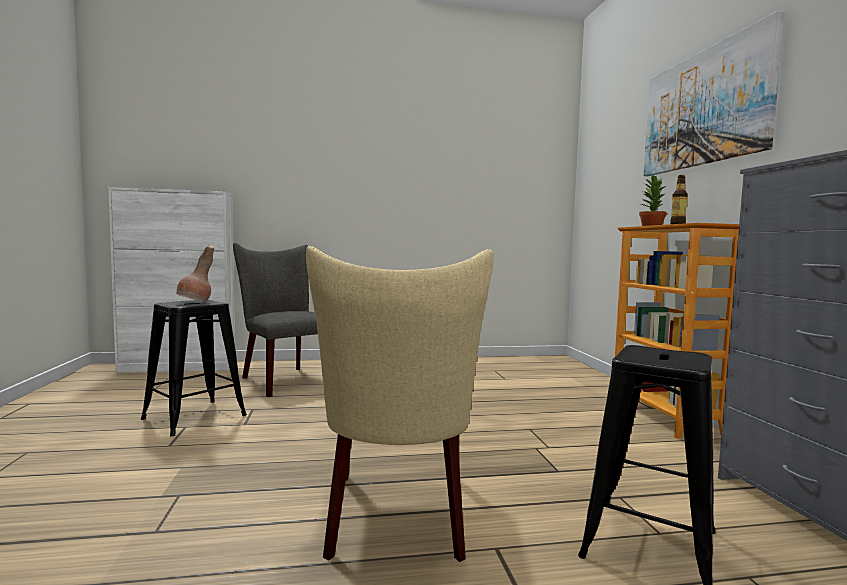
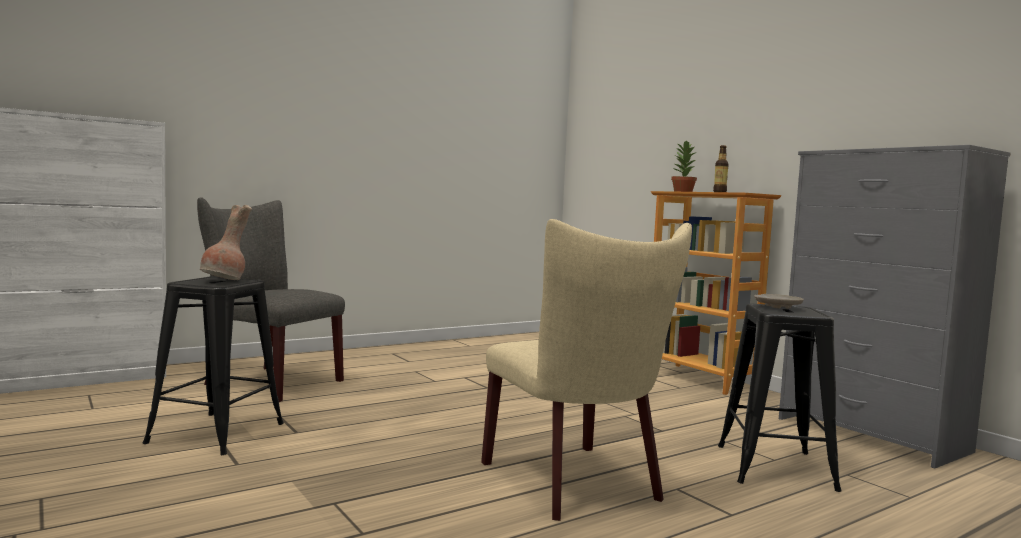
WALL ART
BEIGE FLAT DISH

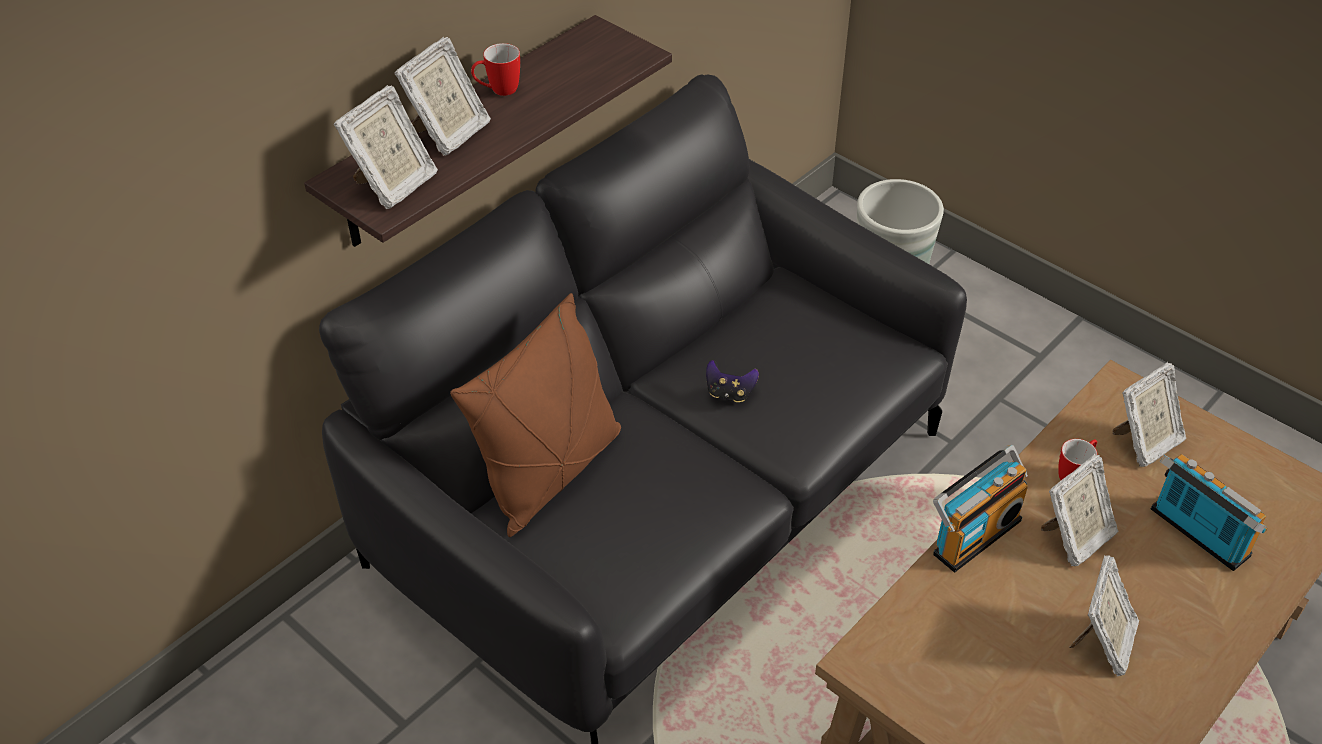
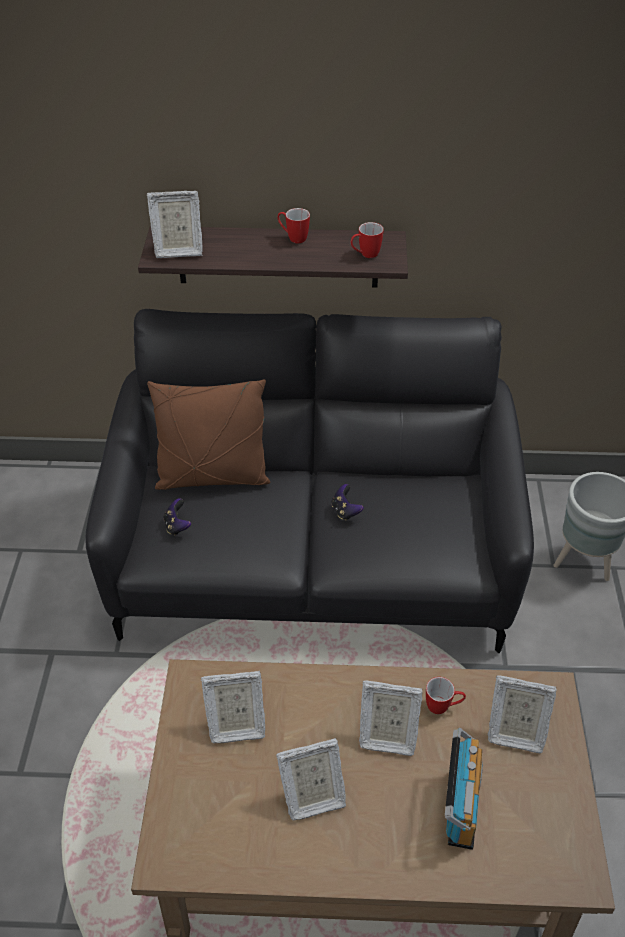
RADIO SET (1st from left in the first image)
JOYPAD (1st from left)
MUG (2nd from left)
PHOTO FRAME (2nd from left)

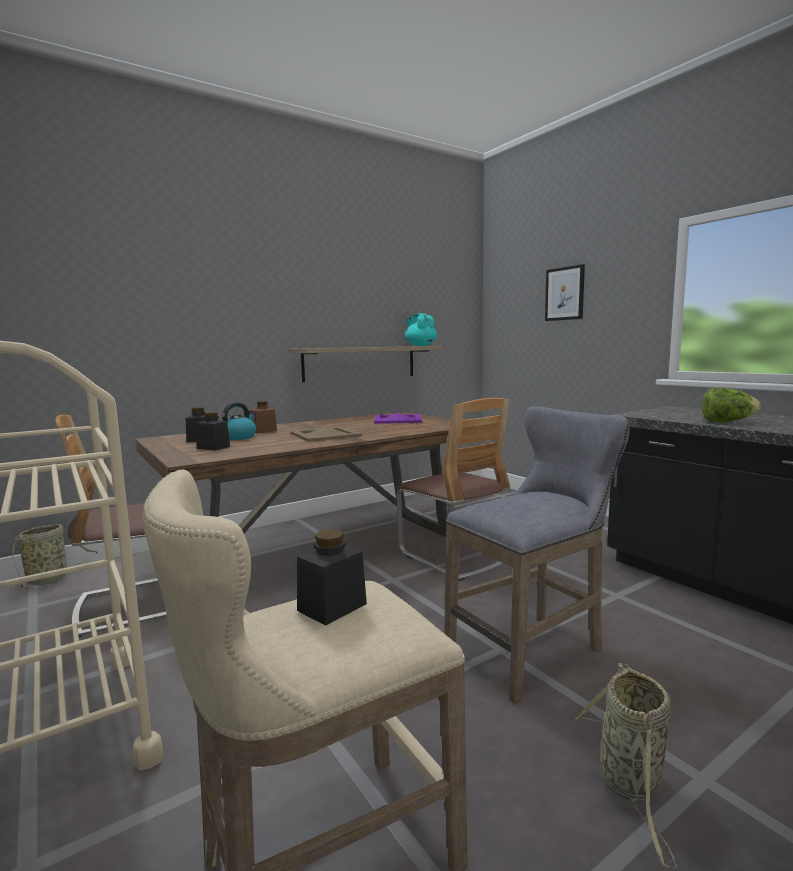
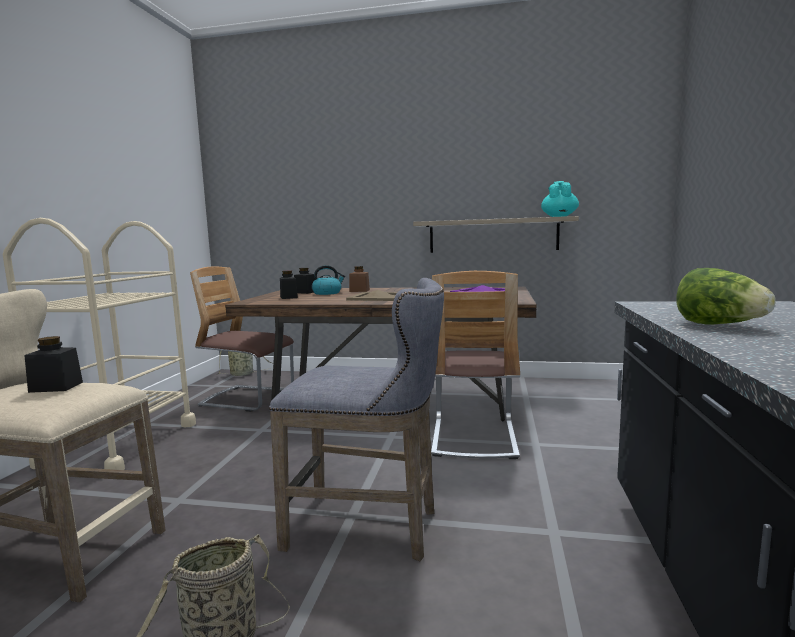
WALL ART

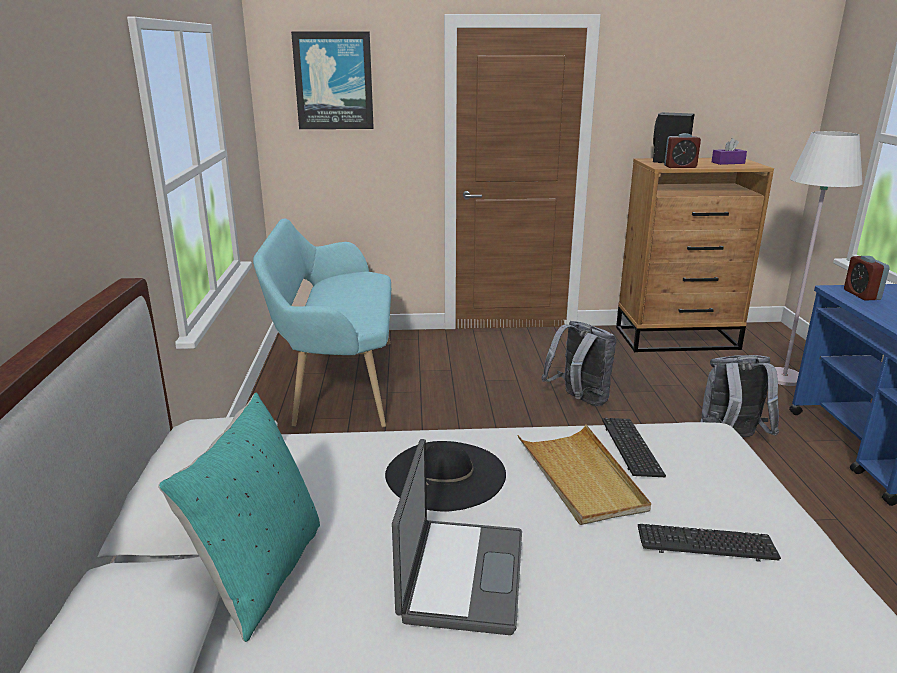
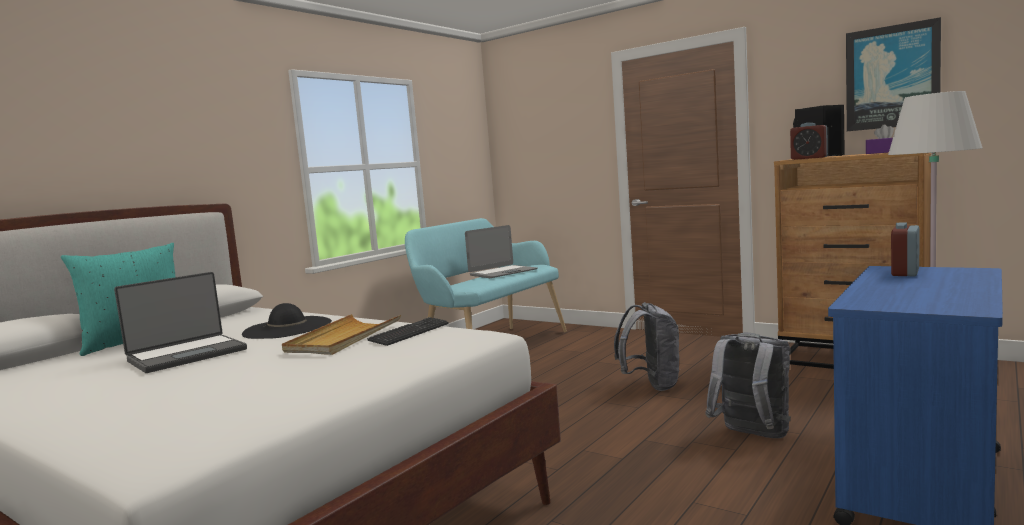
KEYBOARD (2nd from left in the first image)
NOTEBOOK COMPUTER (2nd from left)
WALL ART

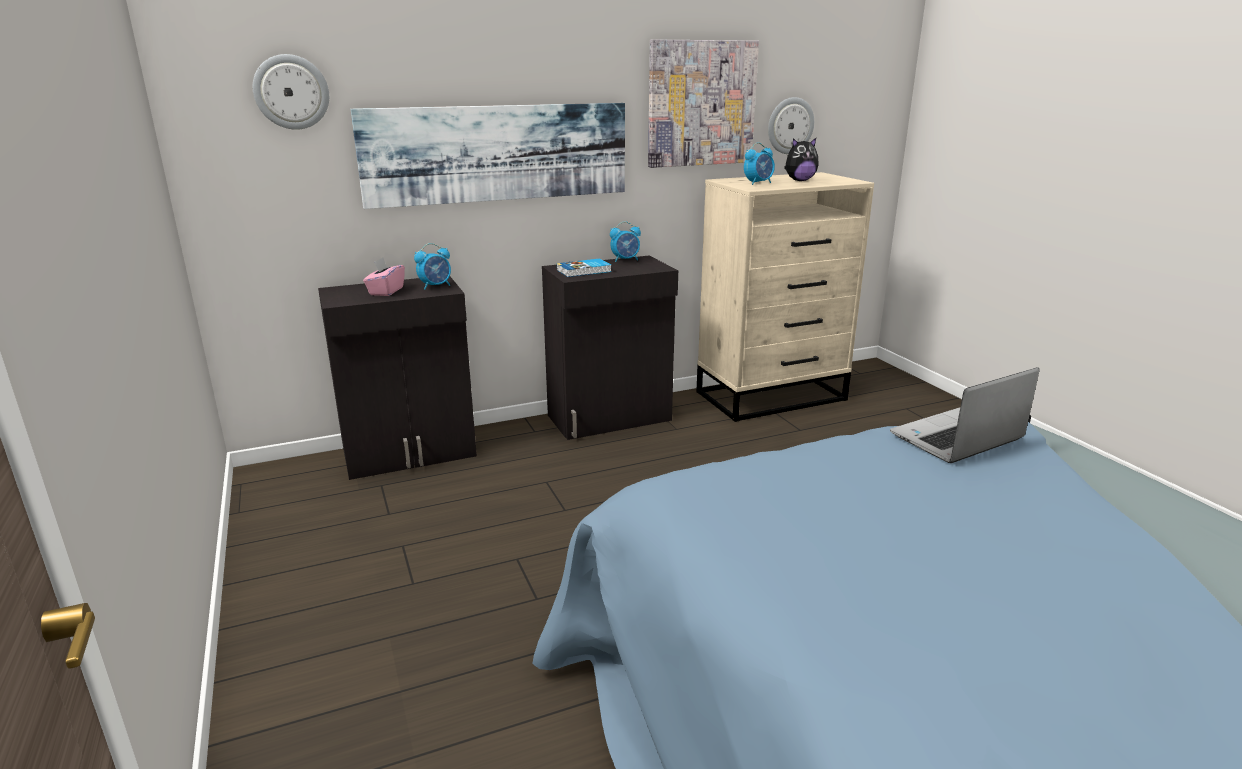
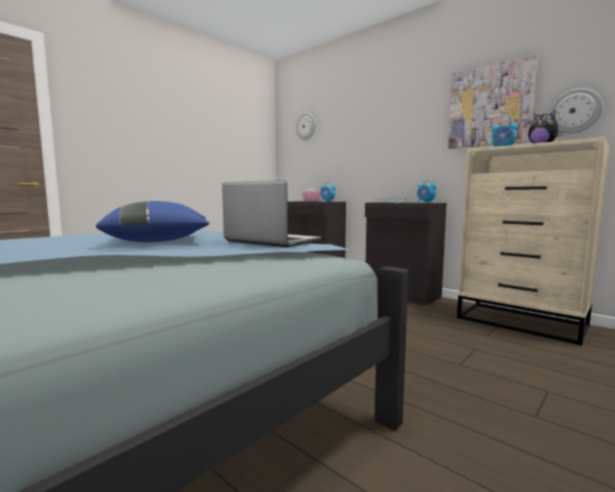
WALL ART (1st from left in the first image)
BLUE PILLOW

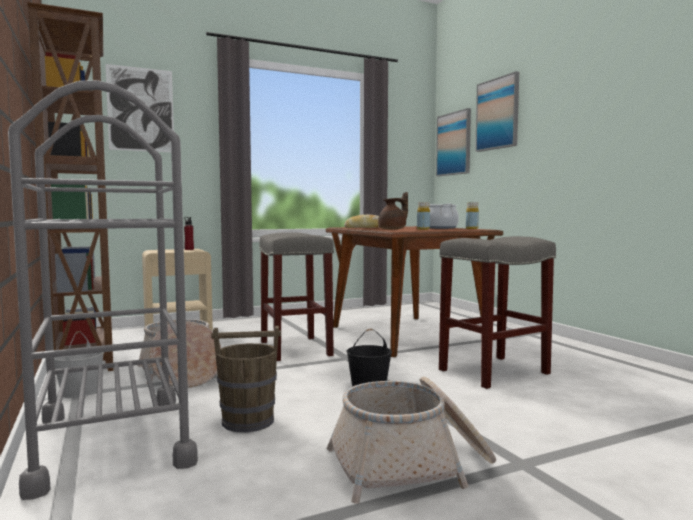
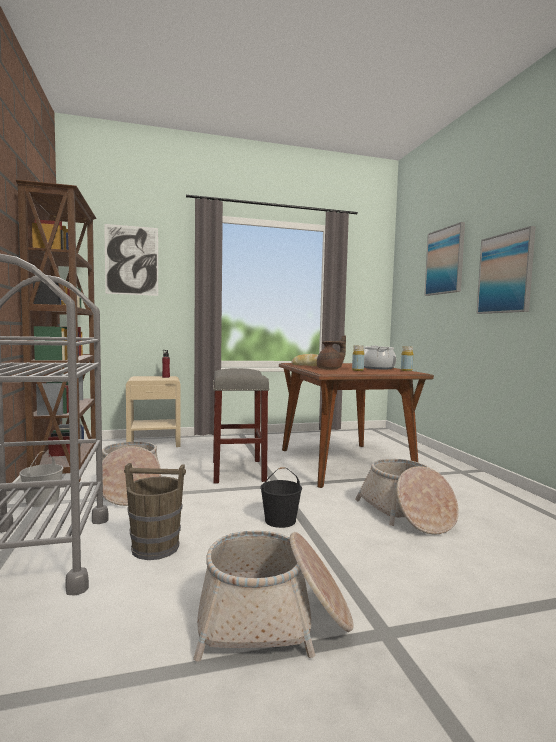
WALL ART (3rd from left)
BASKET (3rd from left)

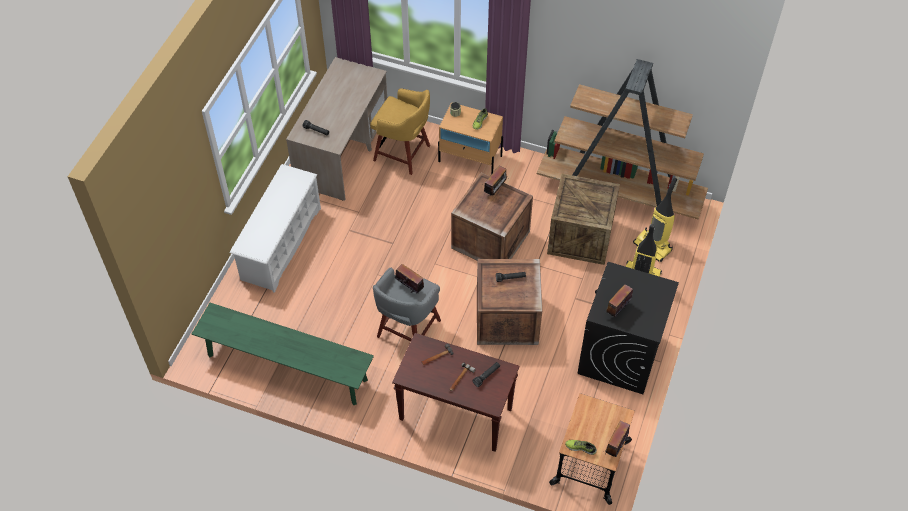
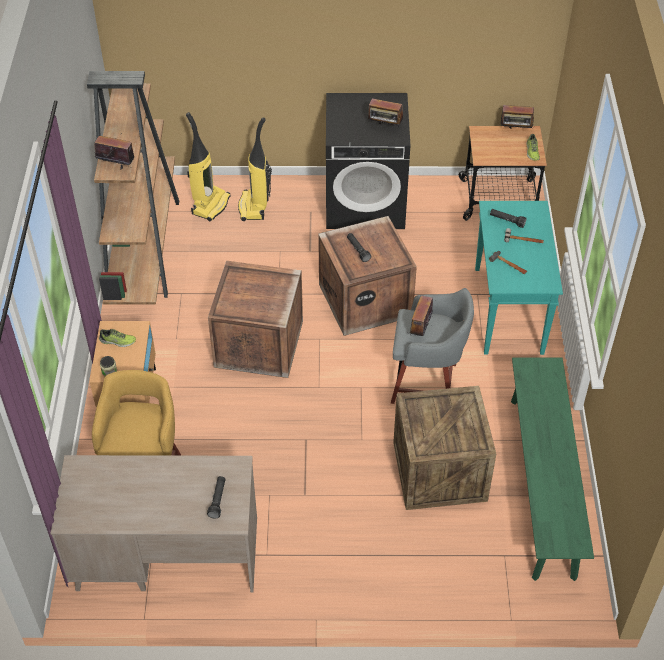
WHITE SHOE RACK
RADIO SET (1st from left)
PACKING CRATE (3rd from left)
BLUE-GREEN HALL TABLE

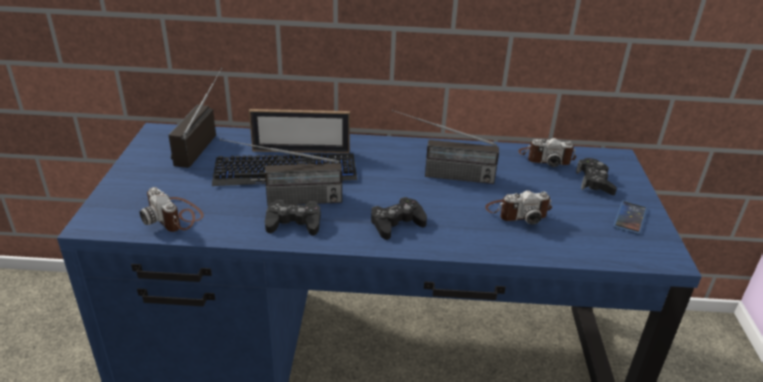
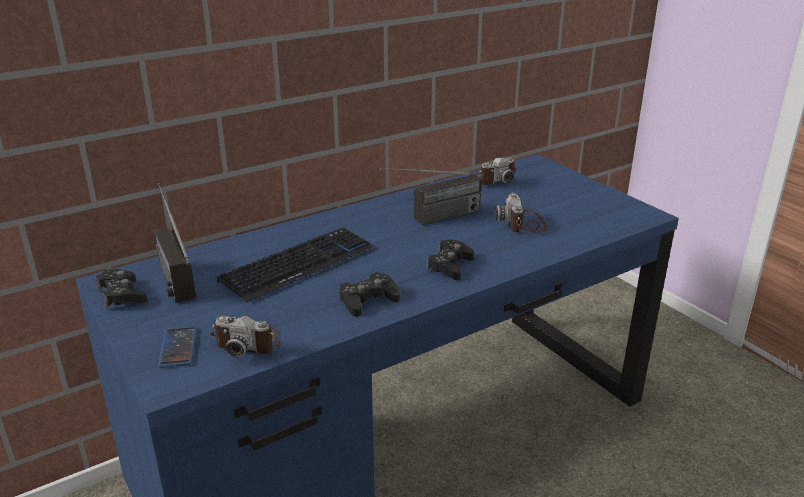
RADIO SET (2nd from left in the first image)
PHOTO FRAME
BLACKISH JOYPAD (1st from left)
PHONE
PHOTO CAMERA (3rd from left)

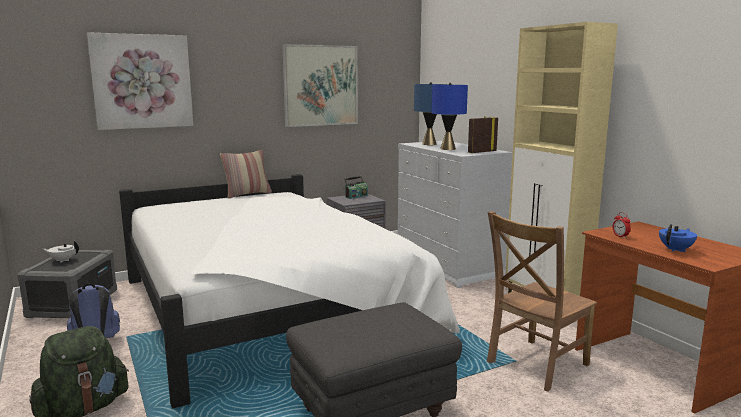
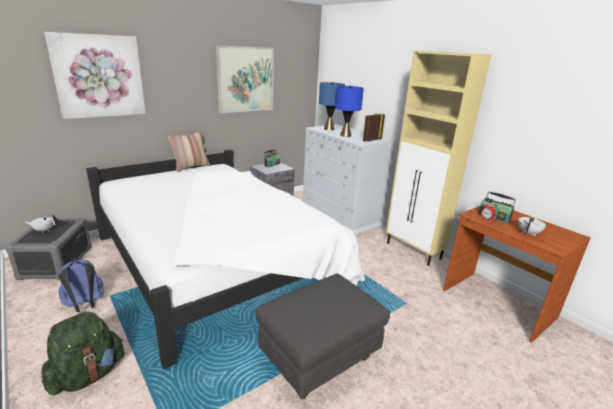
BROWNISH UPRIGHT CHAIR
RADIO SET (2nd from left)
WHITE TEA POT (2nd from left)

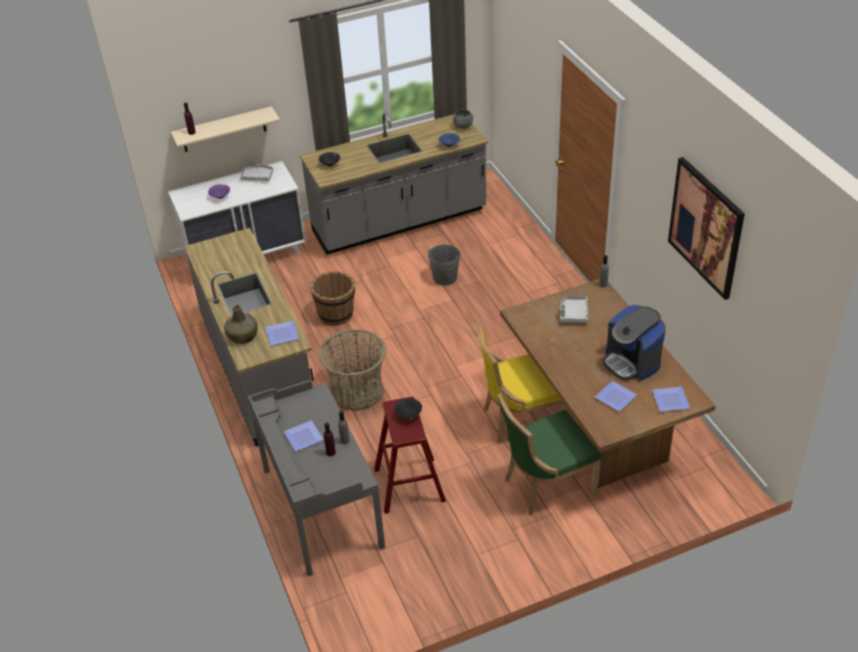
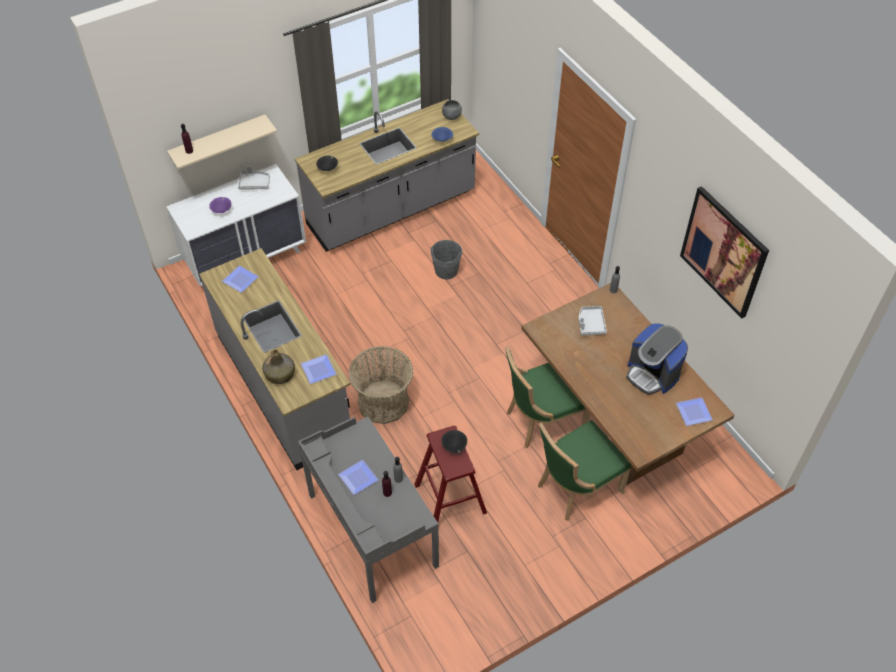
BROWNISH PAIL
FLAT DISH (1st from left)
GREEN UPRIGHT CHAIR (1st from left)

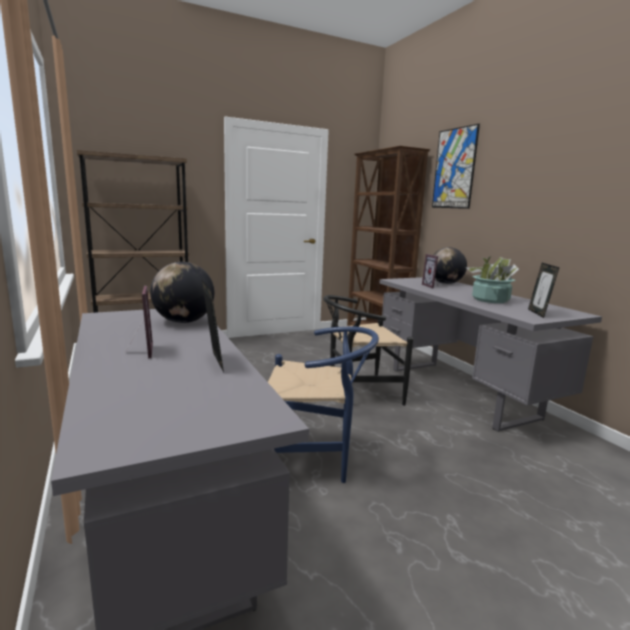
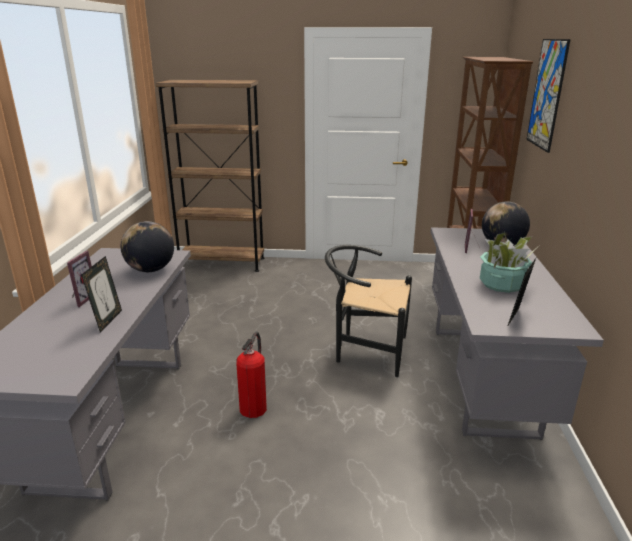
EXTINGUISHER

